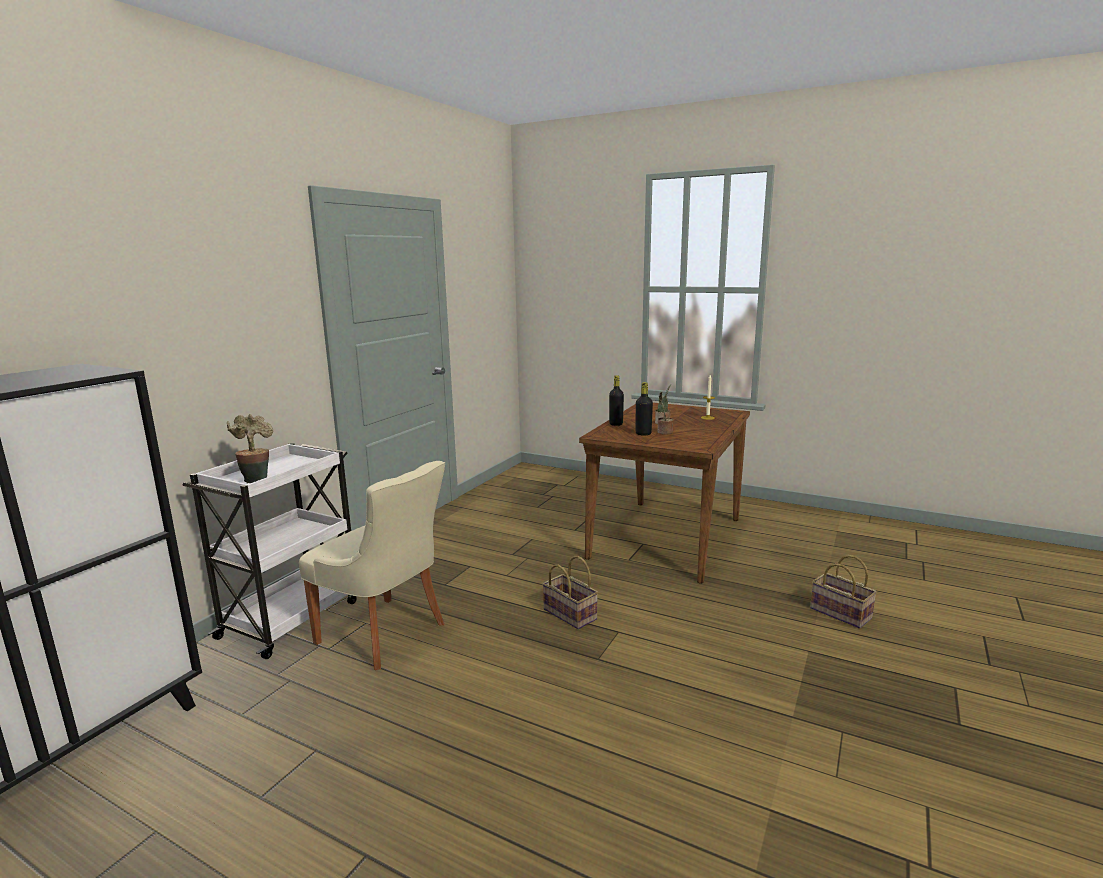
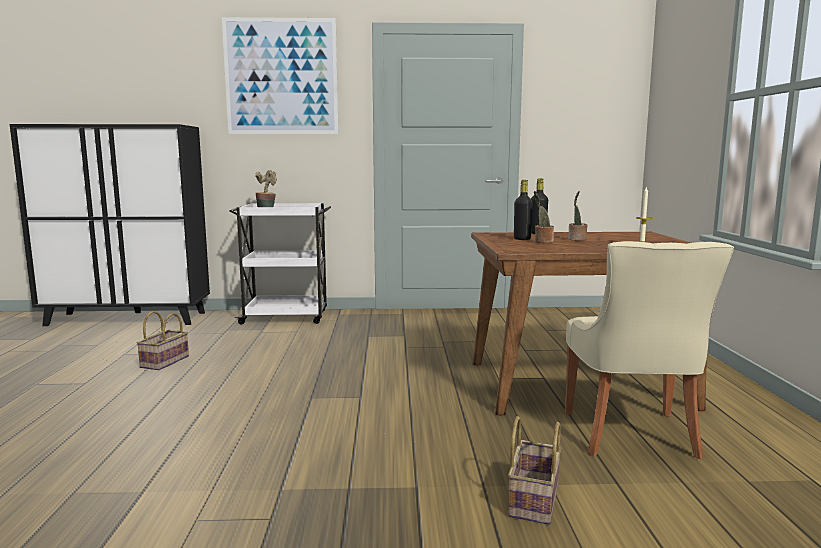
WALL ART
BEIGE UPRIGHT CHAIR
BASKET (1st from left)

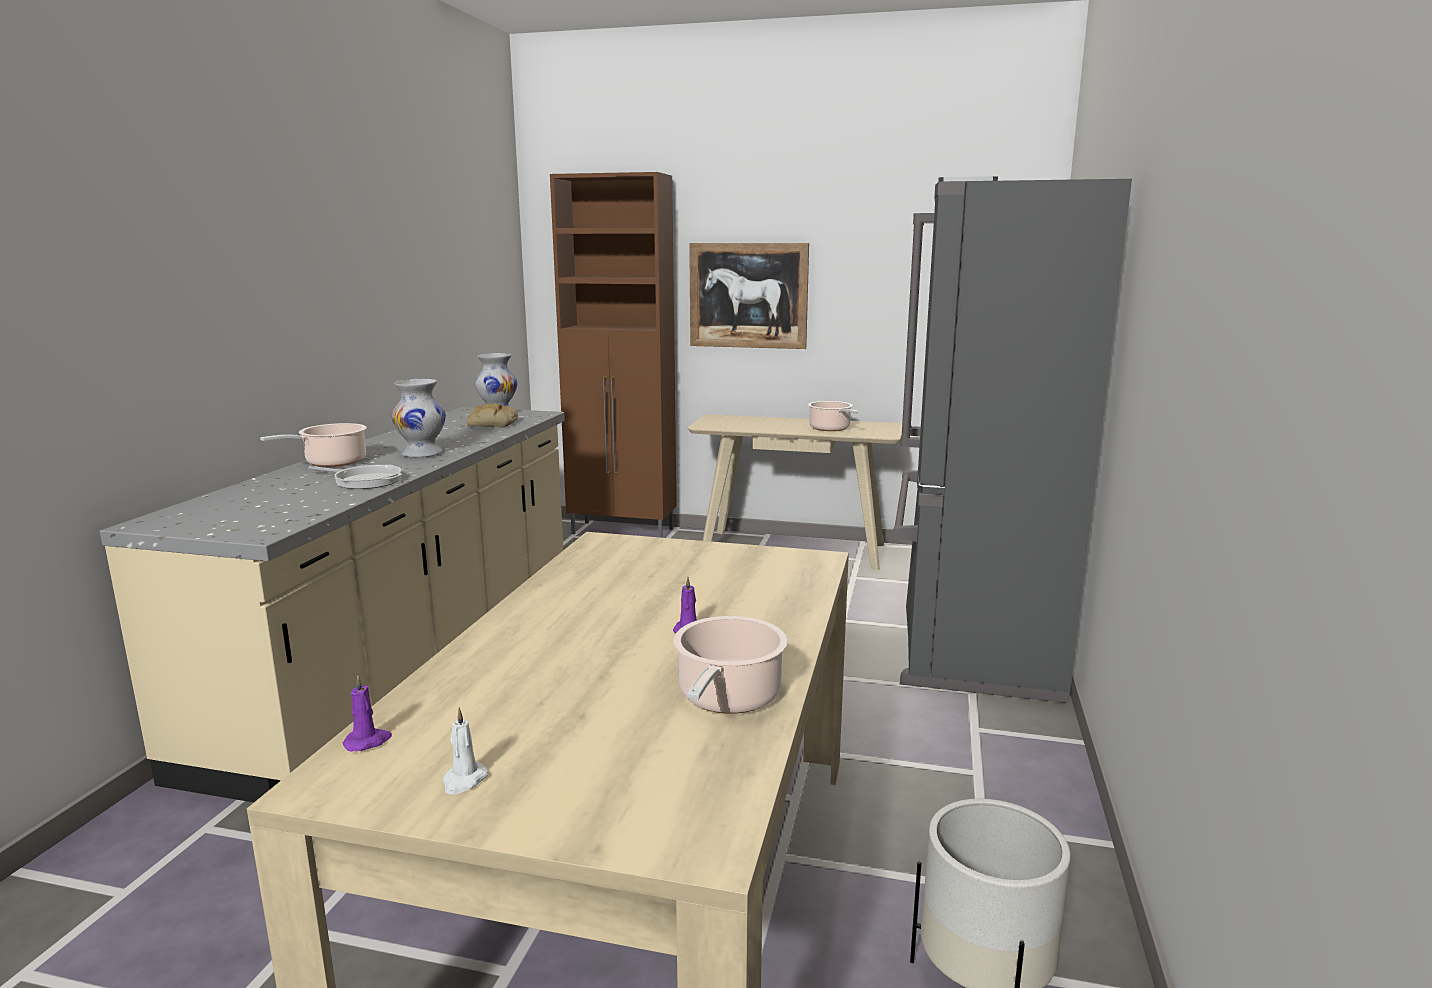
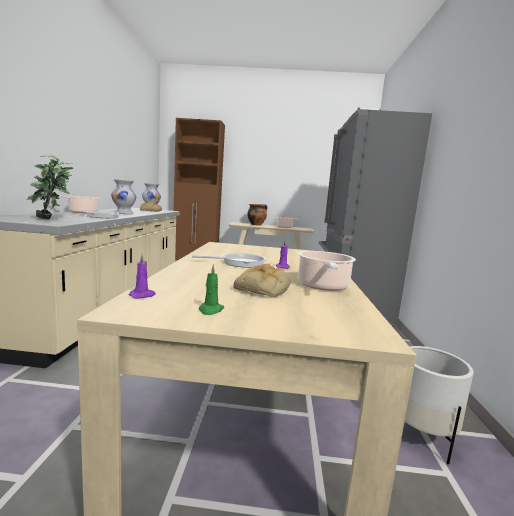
WALL ART
PLANT IN A POT
FRYING PAN (2nd from left)
BREAD (2nd from left)
SAUCEPOT (2nd from left)
GREEN CANDLE

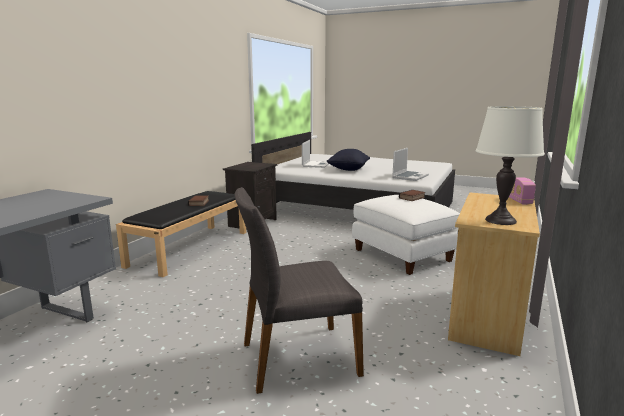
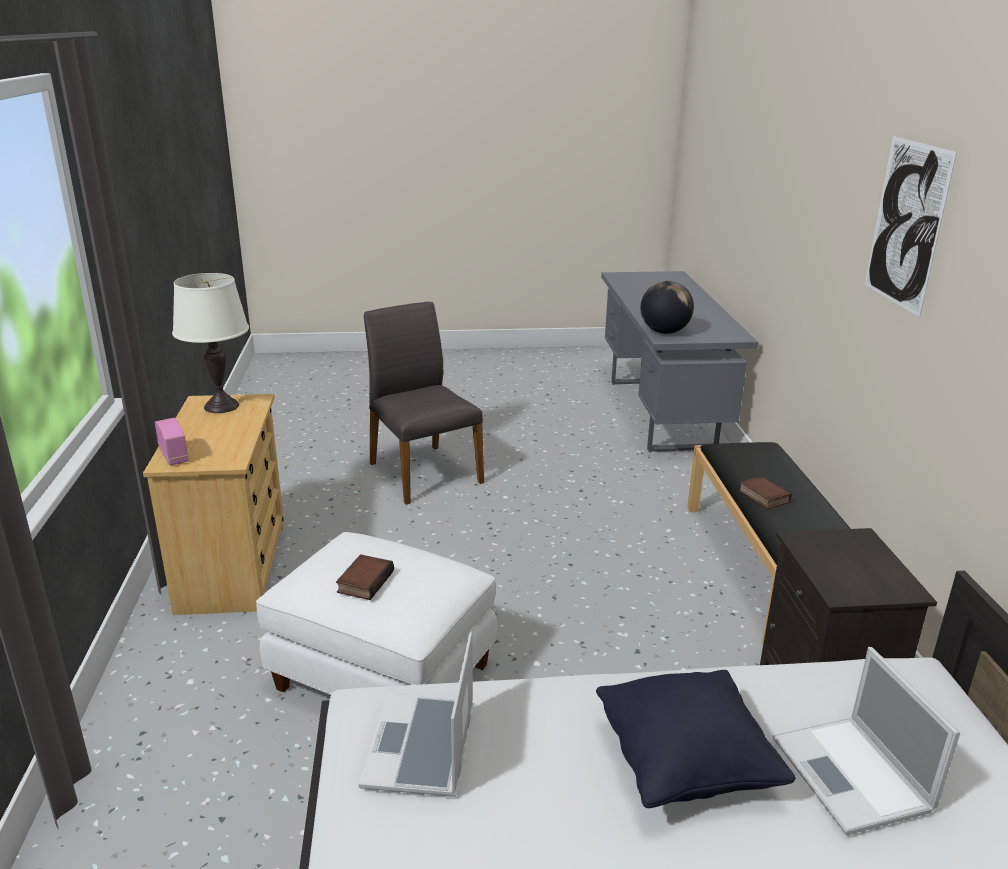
WORLD GLOBE
WALL ART
GREYISH UPRIGHT CHAIR

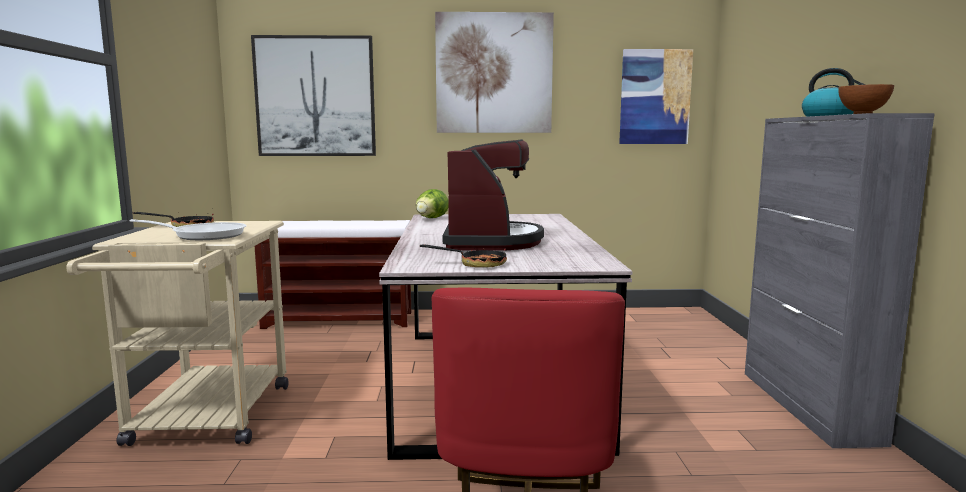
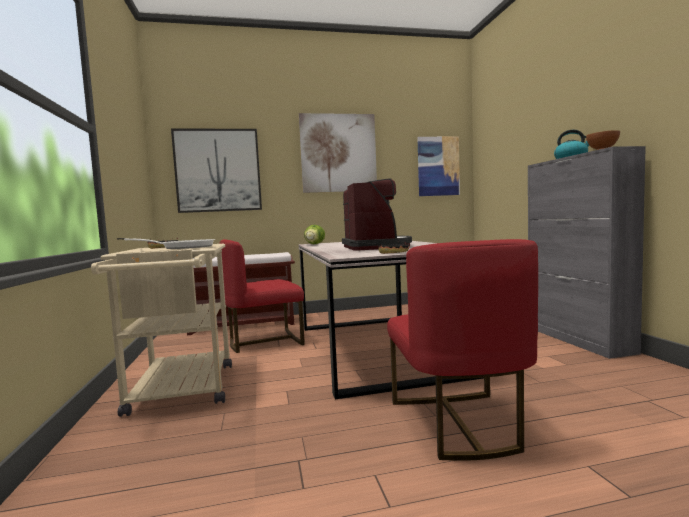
RED-COLOURED UPRIGHT CHAIR (1st from left)

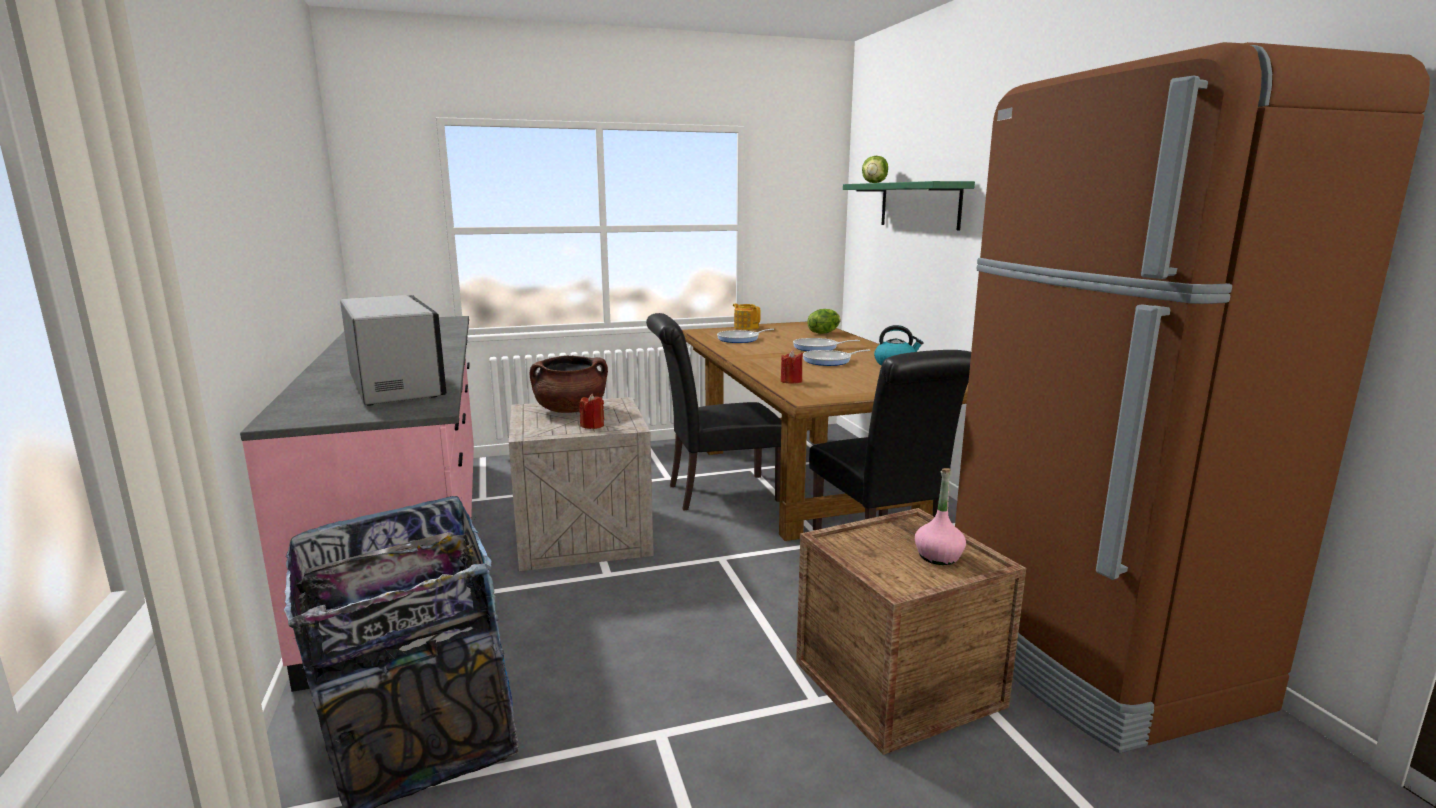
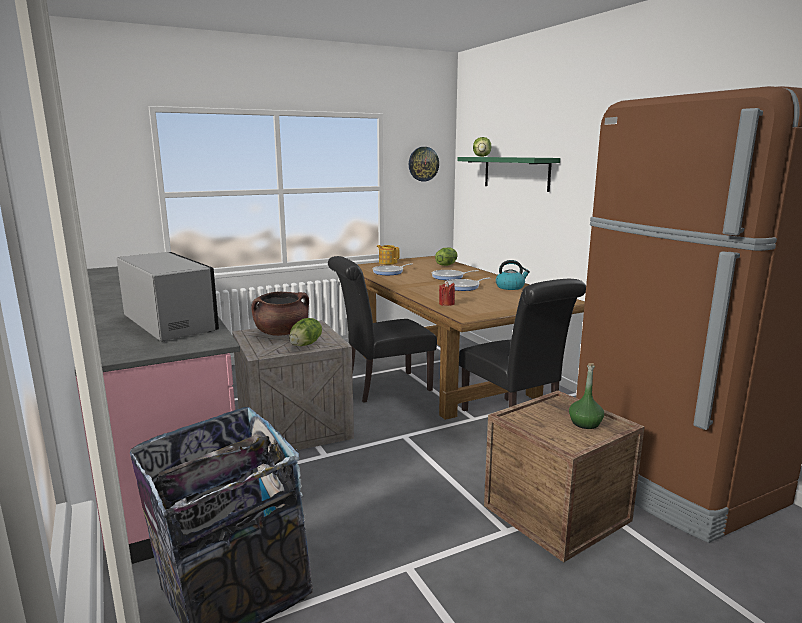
WALL CLOCK
LETTUCE (1st from left)
GREEN BEVERAGE BOTTLE

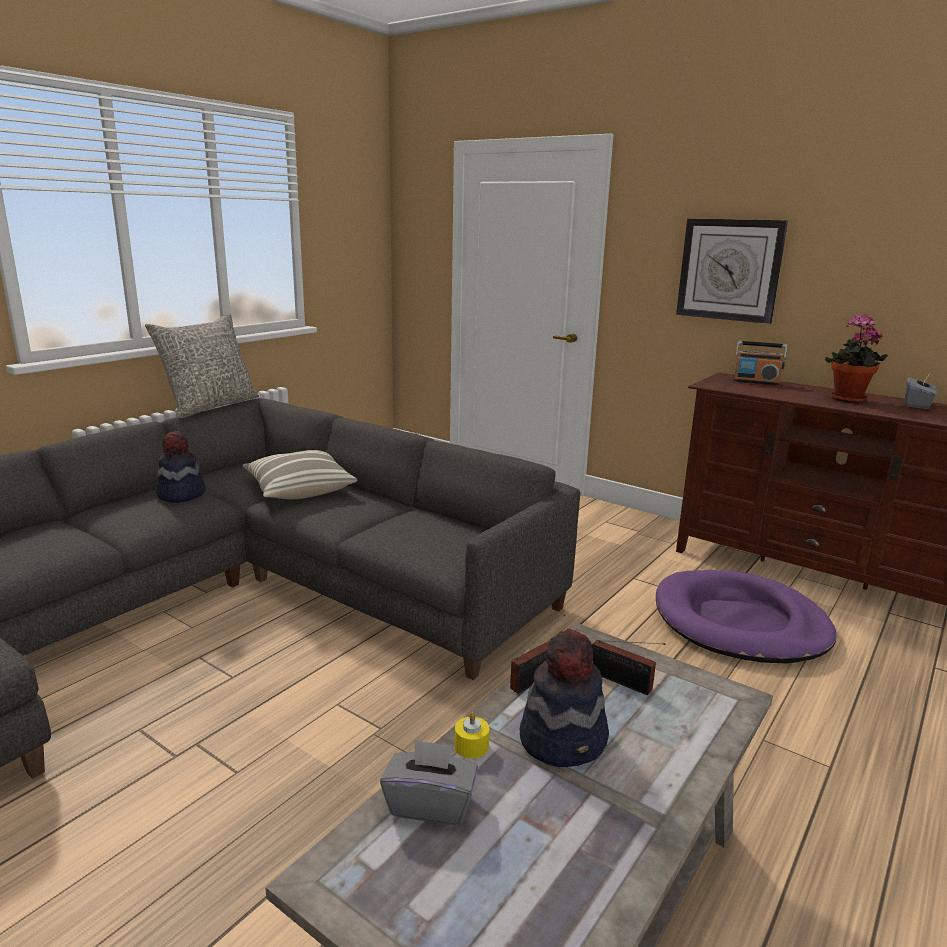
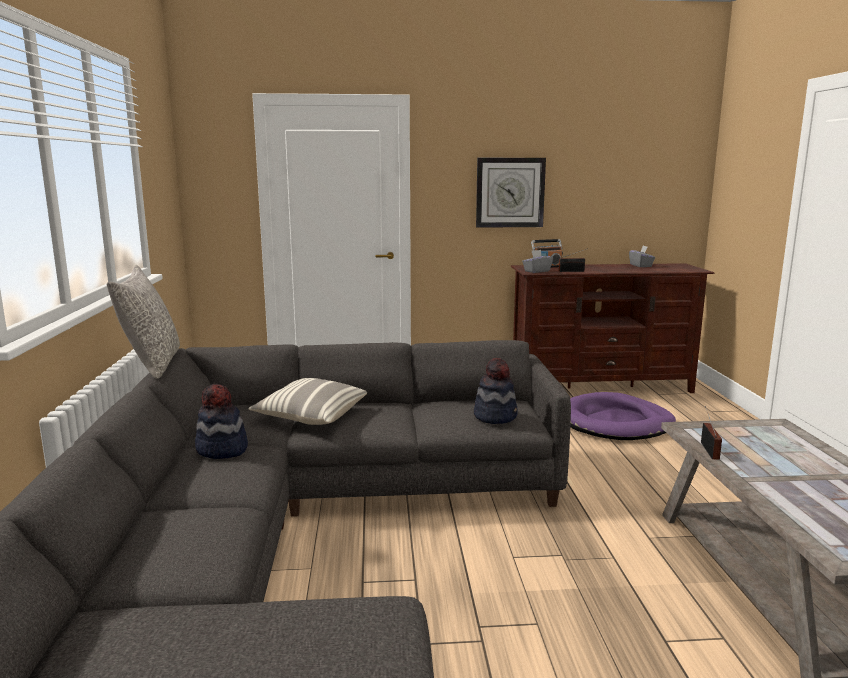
YELLOW CANDLE
PLANT IN A POT
GREYISH TISSUE BOX (1st from left)
WEARABLE HAT (2nd from left)
RADIO SET (2nd from left)

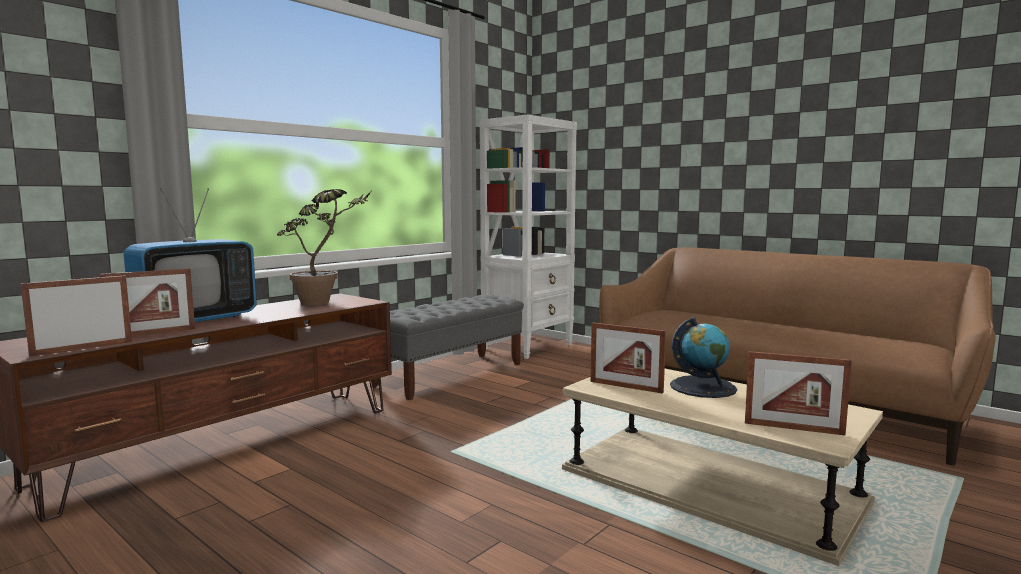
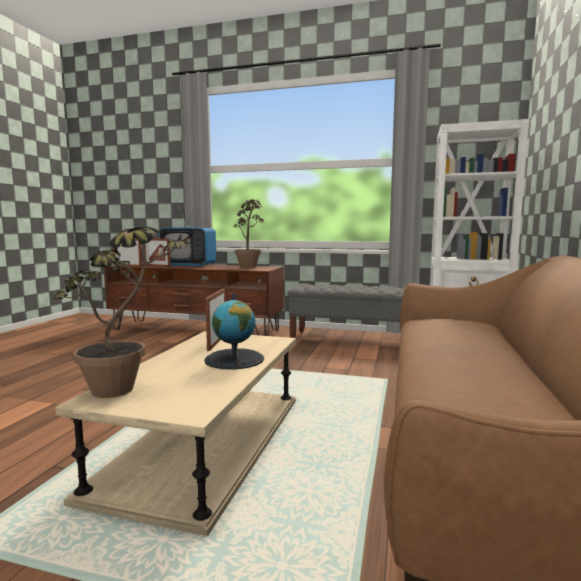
PLANT IN A POT (1st from left)

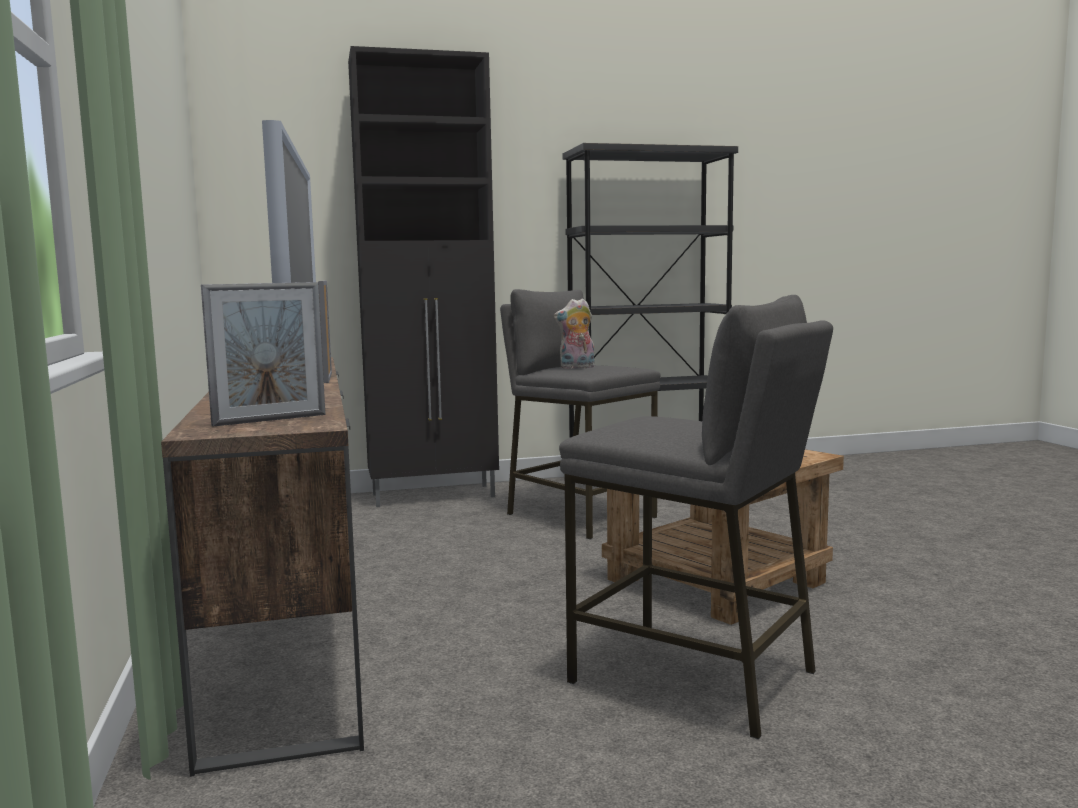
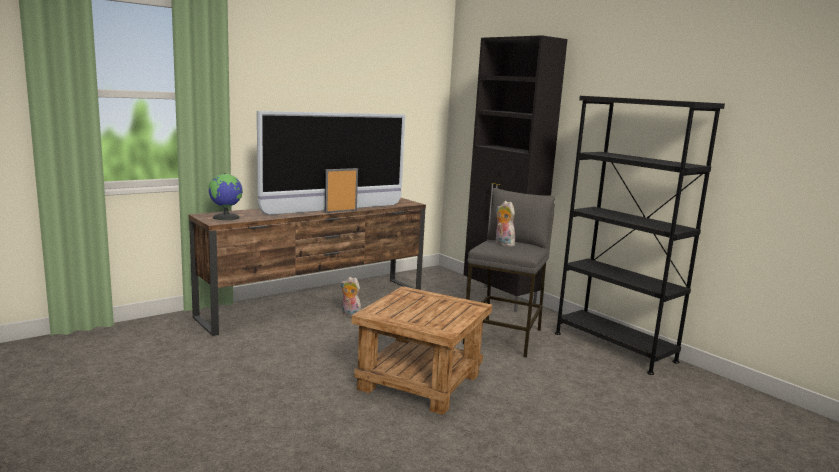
GREYISH STOOL (2nd from left in the first image)
CUDDLY TOY (1st from left)
WORLD GLOBE

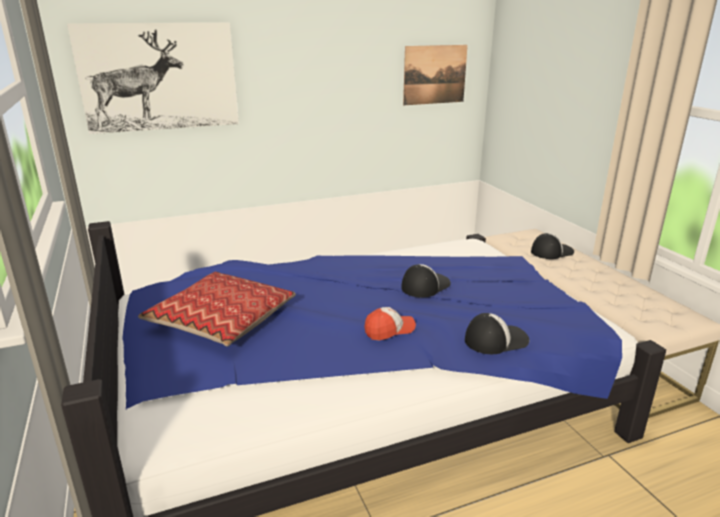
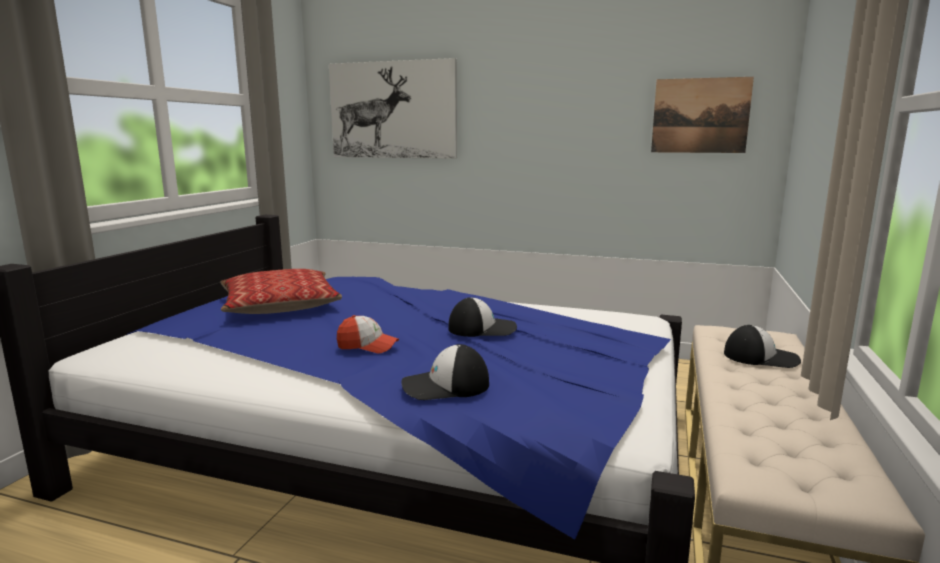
PEAKED CAP (2nd from left)

